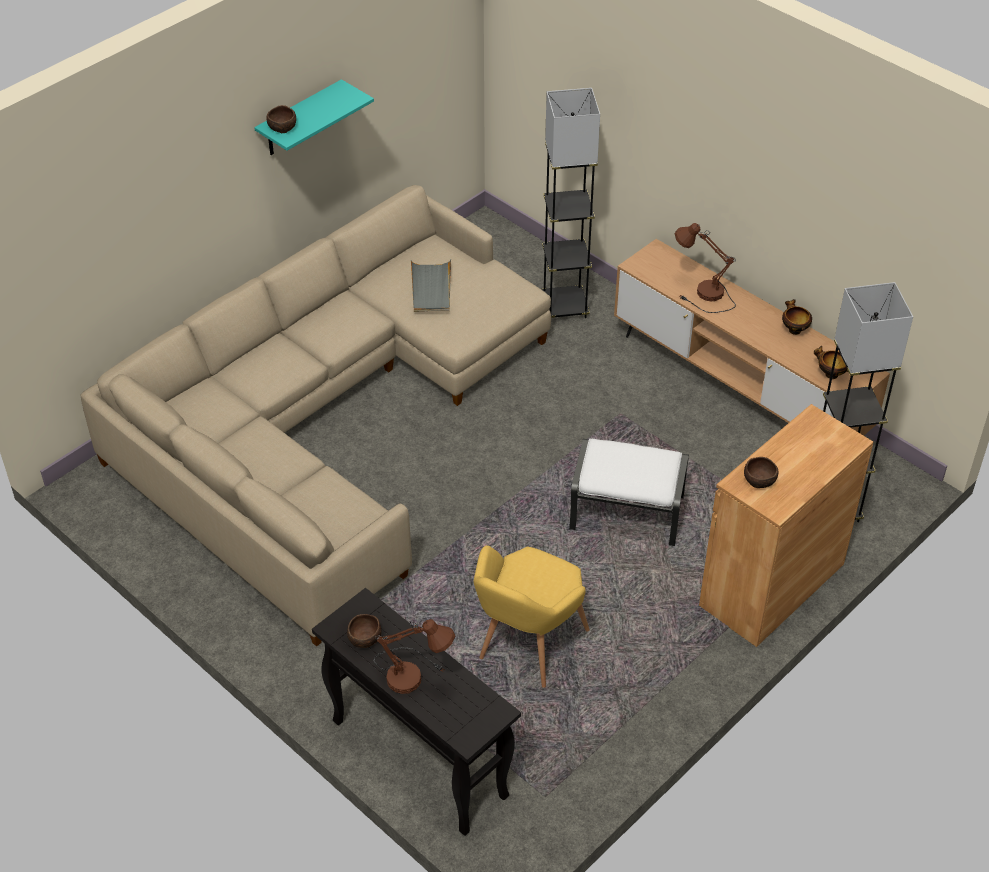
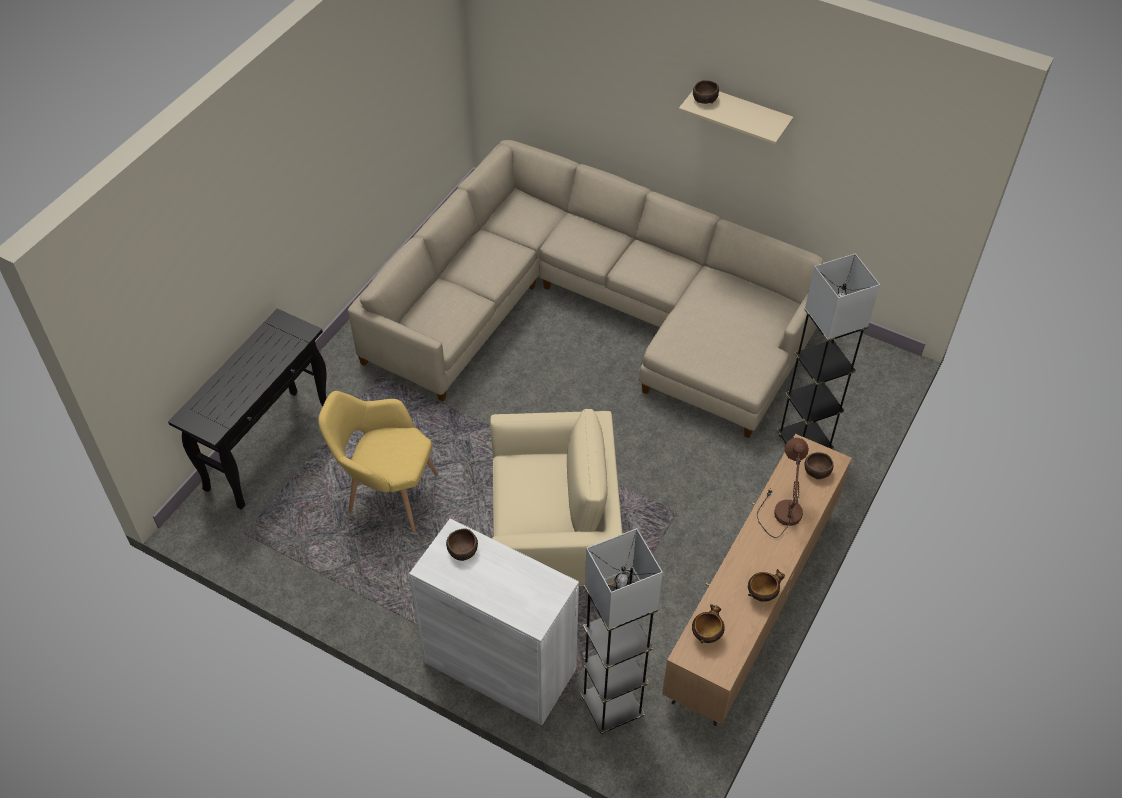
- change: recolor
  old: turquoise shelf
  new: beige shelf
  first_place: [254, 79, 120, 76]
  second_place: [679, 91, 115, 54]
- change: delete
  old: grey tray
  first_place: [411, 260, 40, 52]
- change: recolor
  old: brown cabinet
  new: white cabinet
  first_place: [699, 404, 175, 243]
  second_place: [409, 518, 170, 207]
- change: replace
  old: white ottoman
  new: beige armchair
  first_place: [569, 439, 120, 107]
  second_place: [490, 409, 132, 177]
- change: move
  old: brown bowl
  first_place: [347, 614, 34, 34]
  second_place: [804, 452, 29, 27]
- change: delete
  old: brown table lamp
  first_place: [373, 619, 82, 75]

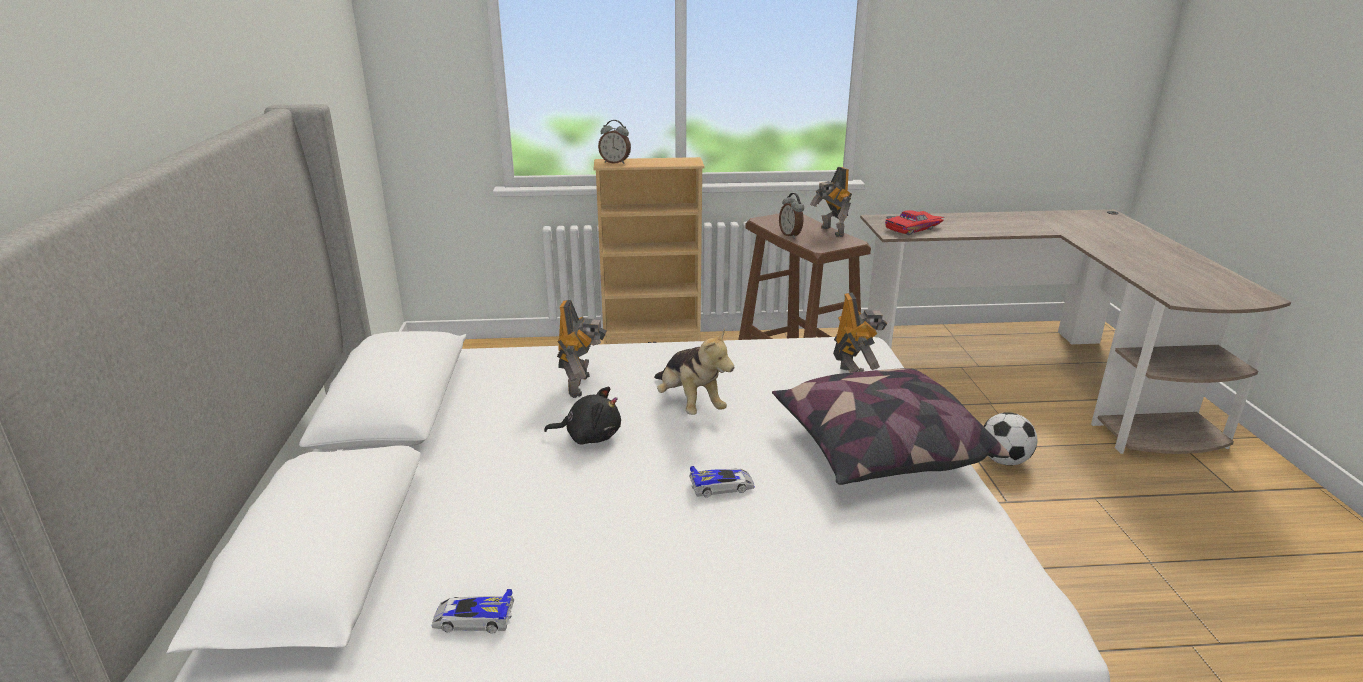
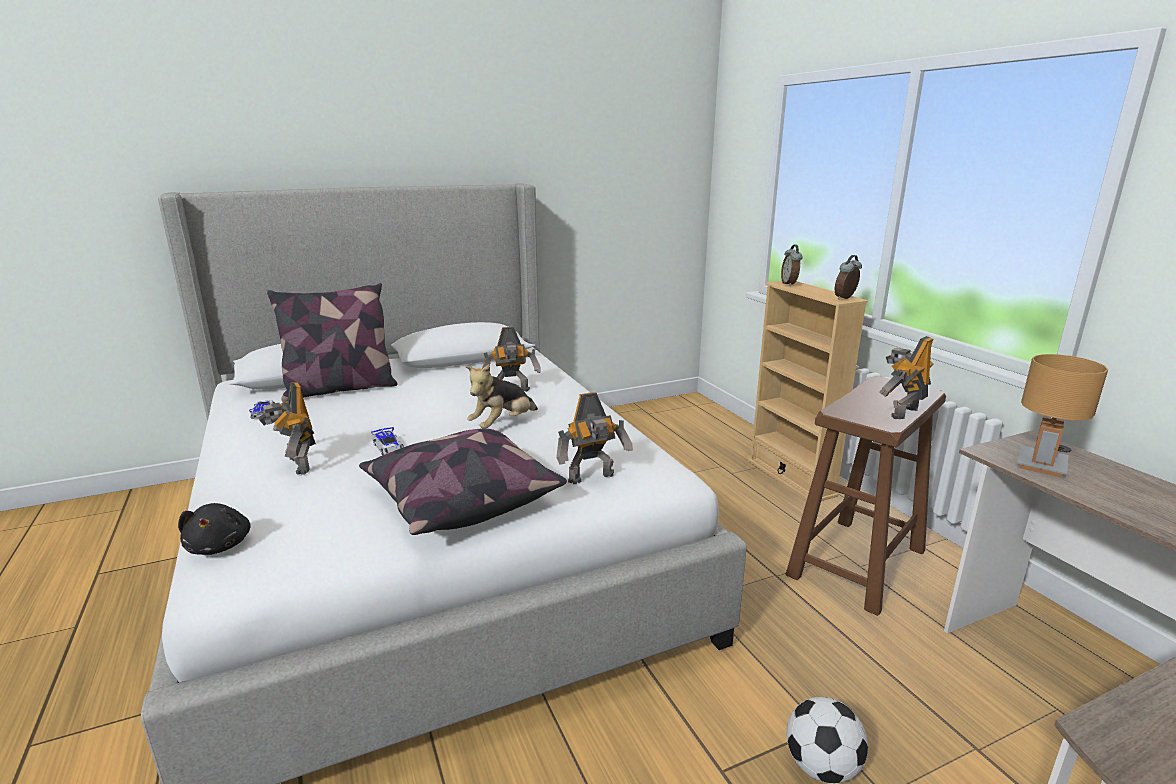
- change: move
  old: alarm clock
  first_place: [779, 193, 25, 46]
  second_place: [835, 255, 27, 45]
- change: replace
  old: red toy car
  new: brown table lamp
  first_place: [885, 210, 59, 25]
  second_place: [1017, 354, 91, 124]
- change: move
  old: black plush toy
  first_place: [544, 387, 77, 58]
  second_place: [178, 503, 73, 52]
- change: insert
  new: pillow
  second_place: [267, 283, 131, 119]
- change: insert
  new: toy robot
  second_place: [258, 383, 58, 92]

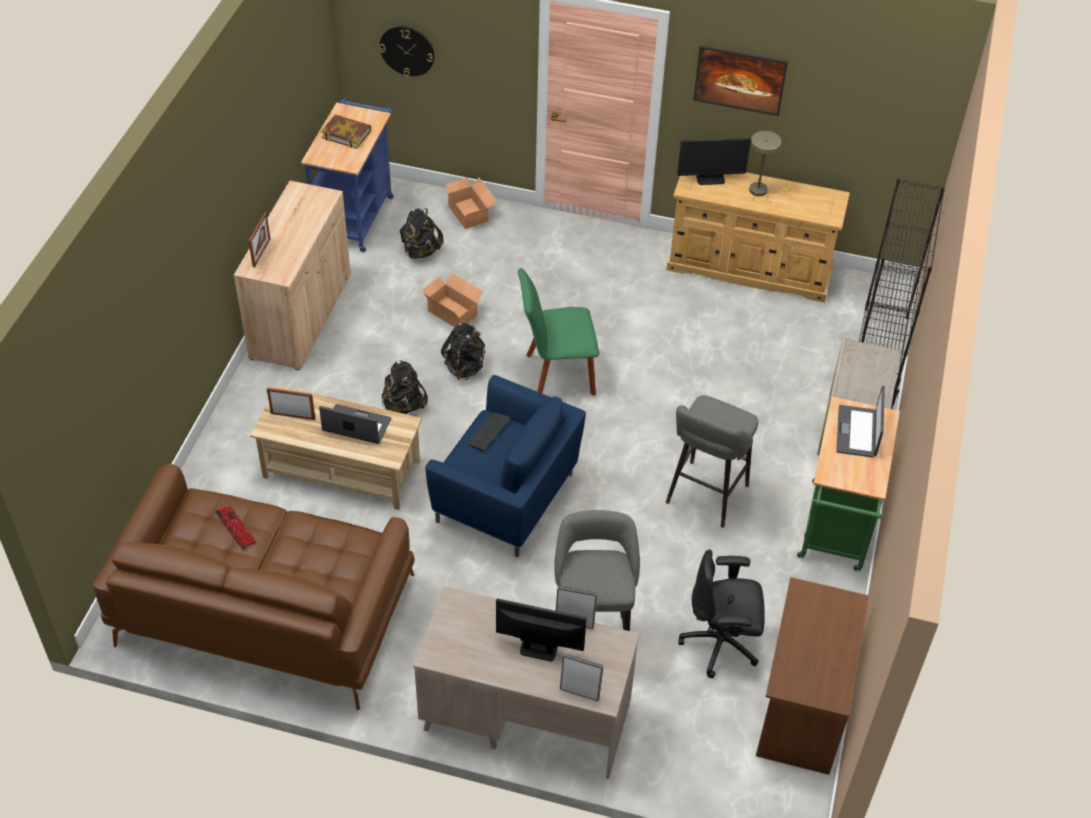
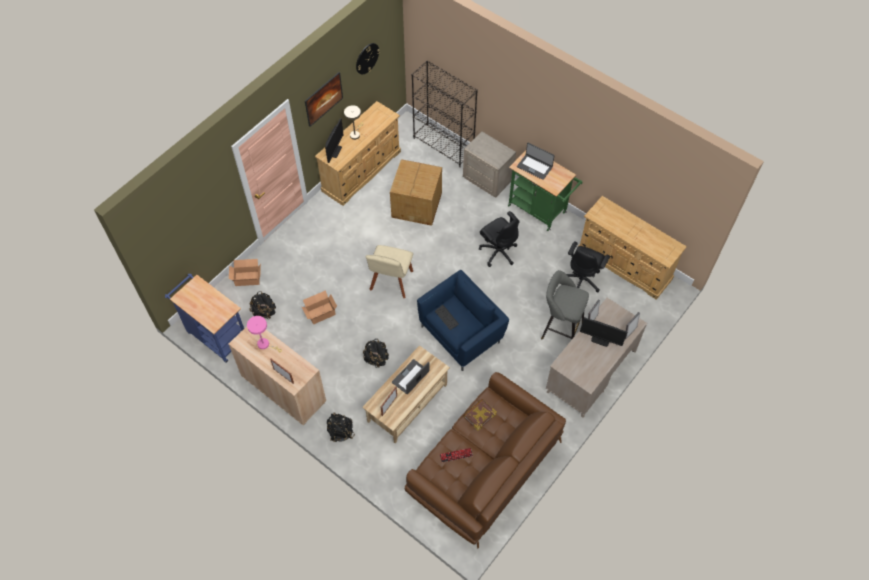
- change: move
  old: wall clock
  first_place: [379, 26, 55, 51]
  second_place: [356, 43, 24, 32]
- change: move
  old: book
  first_place: [321, 115, 50, 34]
  second_place: [463, 399, 34, 32]
- change: recolor
  old: green chair
  new: beige chair
  first_place: [518, 268, 81, 128]
  second_place: [365, 245, 48, 53]
- change: move
  old: black backpack
  first_place: [441, 323, 44, 57]
  second_place: [327, 412, 28, 30]
- change: replace
  old: grey stool
  new: black office chair
  first_place: [666, 395, 92, 133]
  second_place: [479, 211, 41, 56]
- change: replace
  old: brown desk
  new: beige dresser
  first_place: [756, 577, 113, 198]
  second_place: [579, 196, 108, 104]
- change: rotate
  old: monitor
  first_place: [496, 599, 90, 62]
  second_place: [580, 317, 47, 30]
  degrees: -105
- change: insert
  new: cardboard box
  second_place: [390, 159, 52, 67]
- change: insert
  new: pink table lamp
  second_place: [247, 316, 35, 36]

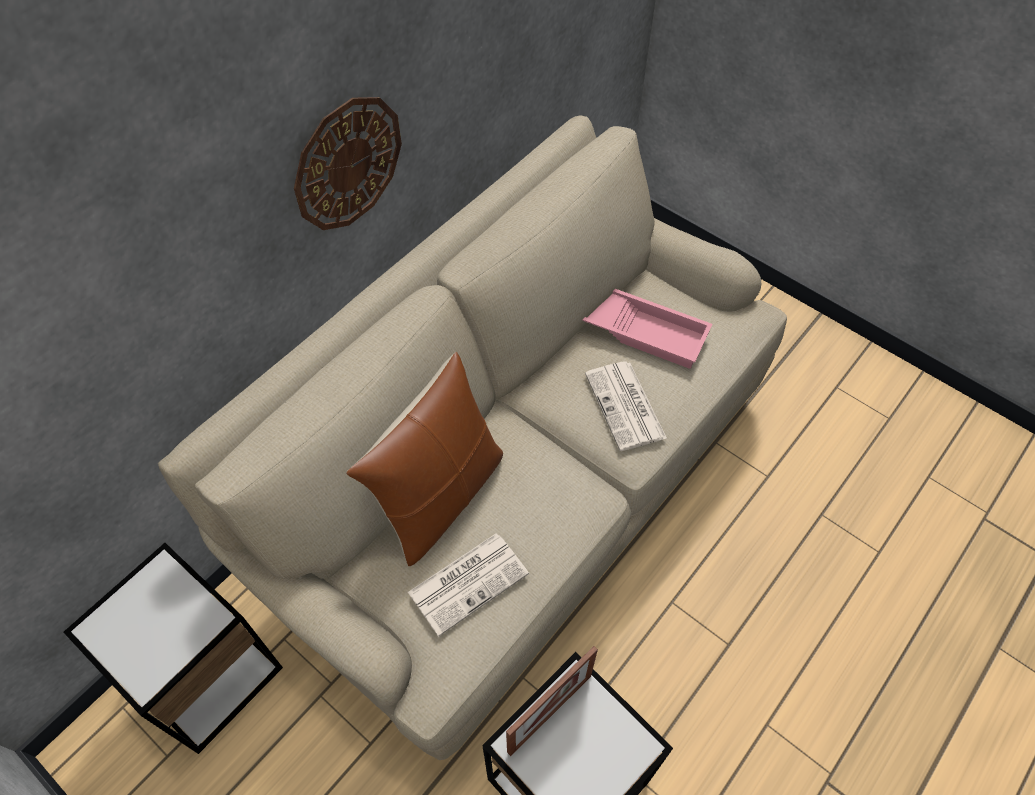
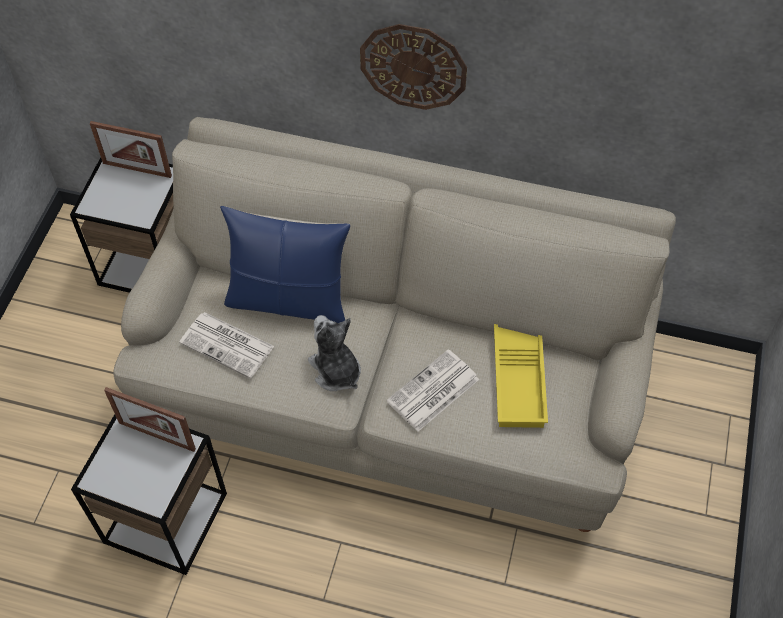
- change: recolor
  old: pink tray
  new: yellow tray
  first_place: [582, 289, 130, 80]
  second_place: [494, 324, 54, 104]
- change: recolor
  old: brown pillow
  new: blue pillow
  first_place: [346, 352, 157, 214]
  second_place: [220, 206, 130, 117]
- change: insert
  new: picture frame
  second_place: [90, 121, 82, 57]
- change: insert
  new: plush toy
  second_place: [308, 315, 53, 76]

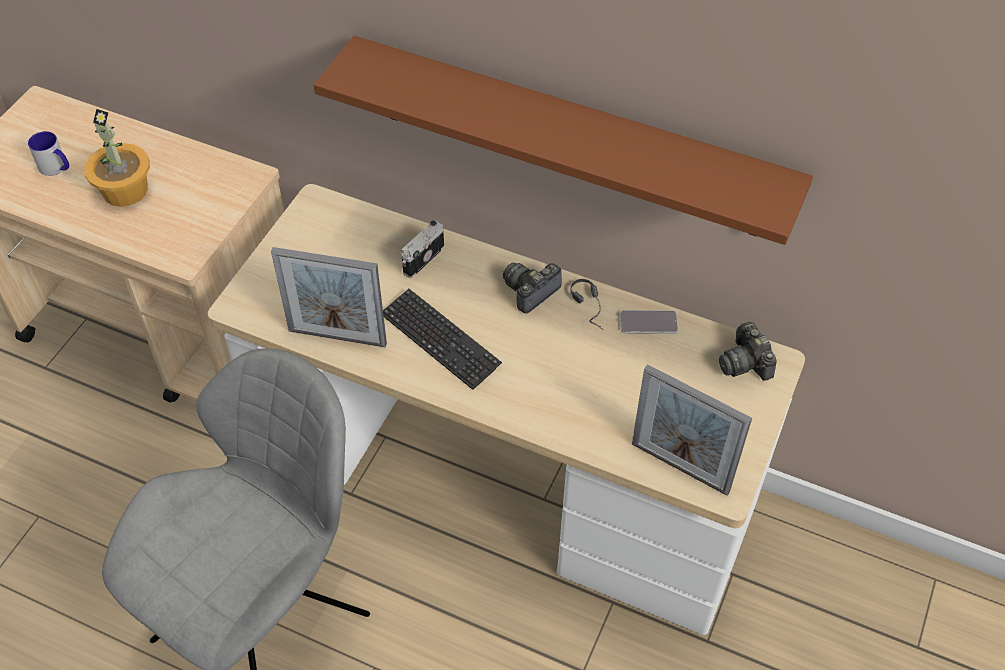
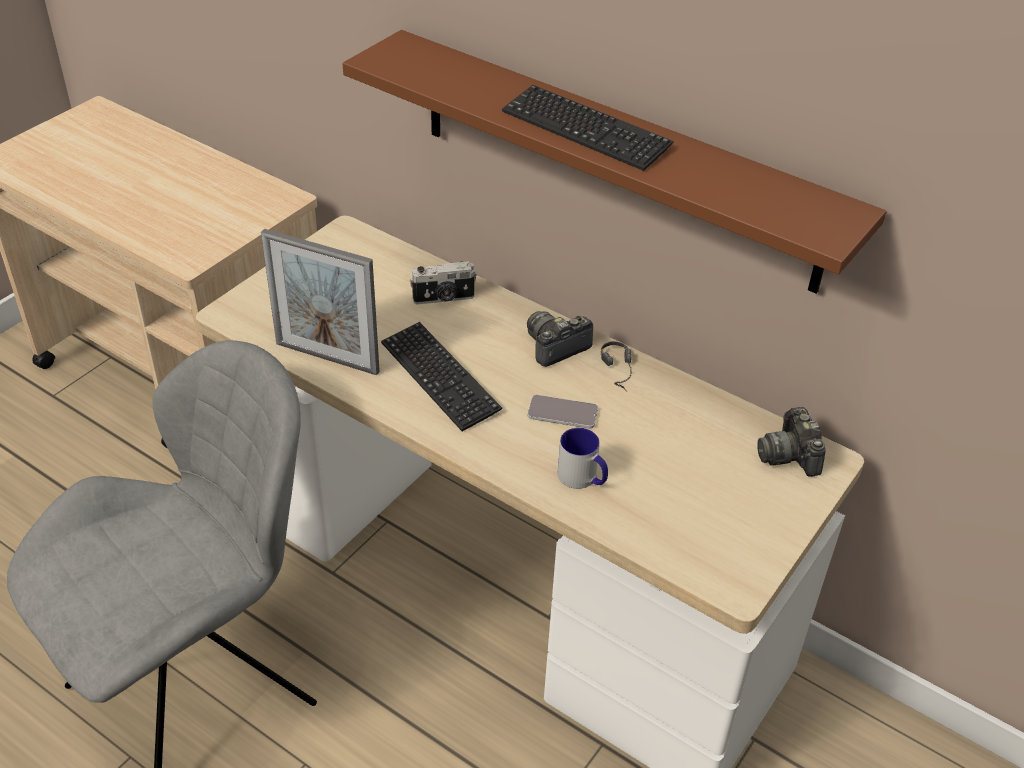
- change: delete
  old: potted plant
  first_place: [84, 109, 66, 98]
- change: move
  old: mug
  first_place: [28, 131, 41, 45]
  second_place: [558, 428, 50, 61]
- change: rotate
  old: photo camera
  first_place: [401, 220, 43, 58]
  second_place: [410, 261, 67, 43]
  degrees: -150
- change: move
  old: phone
  first_place: [620, 310, 58, 24]
  second_place: [528, 395, 70, 33]
- change: delete
  old: picture frame
  first_place: [632, 364, 120, 132]
- change: insert
  new: keyboard
  second_place: [502, 85, 171, 86]

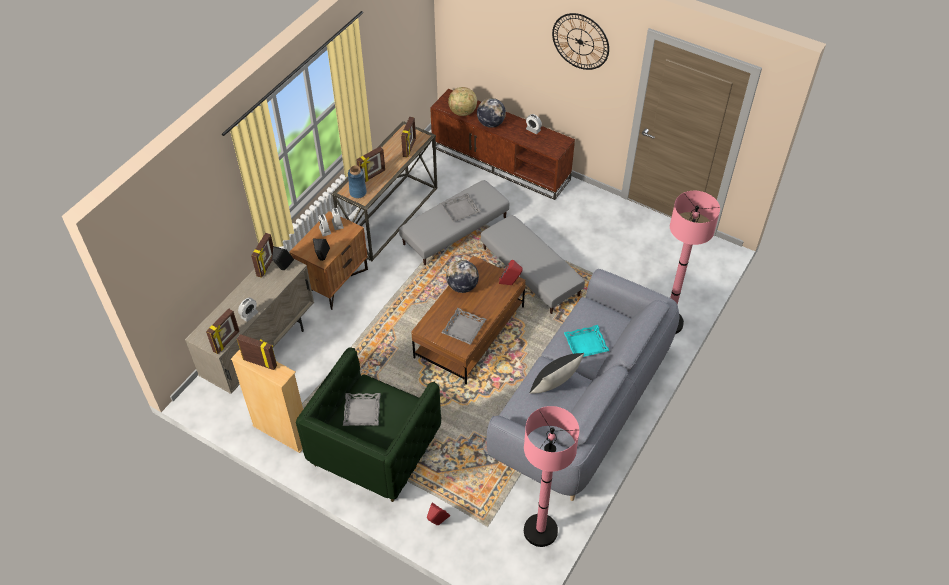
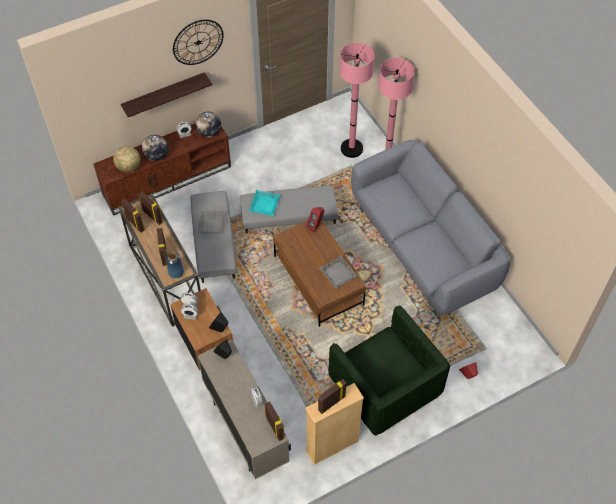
- change: move
  old: picture frame
  first_place: [251, 233, 22, 45]
  second_place: [121, 199, 24, 34]
- change: move
  old: globe
  first_place: [446, 260, 33, 33]
  second_place: [195, 112, 26, 26]
- change: move
  old: turquoise tray
  first_place: [564, 325, 45, 32]
  second_place: [249, 190, 31, 26]
- change: delete
  old: black pillow
  first_place: [530, 353, 54, 41]
- change: delete
  old: grey tray
  first_place: [343, 393, 38, 33]
- change: move
  old: pink floor lamp
  first_place: [524, 406, 55, 141]
  second_place: [340, 43, 35, 115]
- change: insert
  new: shelf
  second_place: [121, 72, 91, 45]

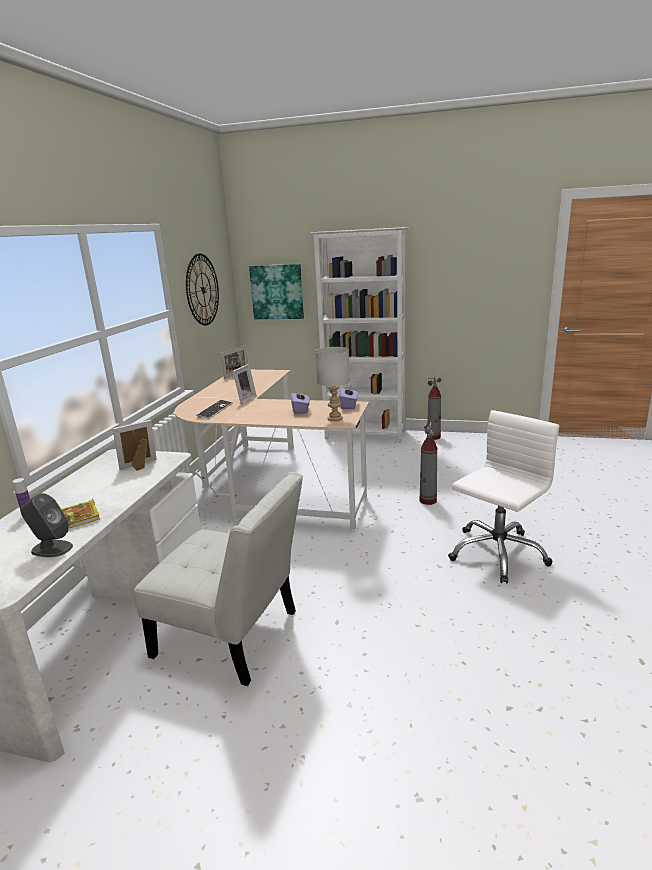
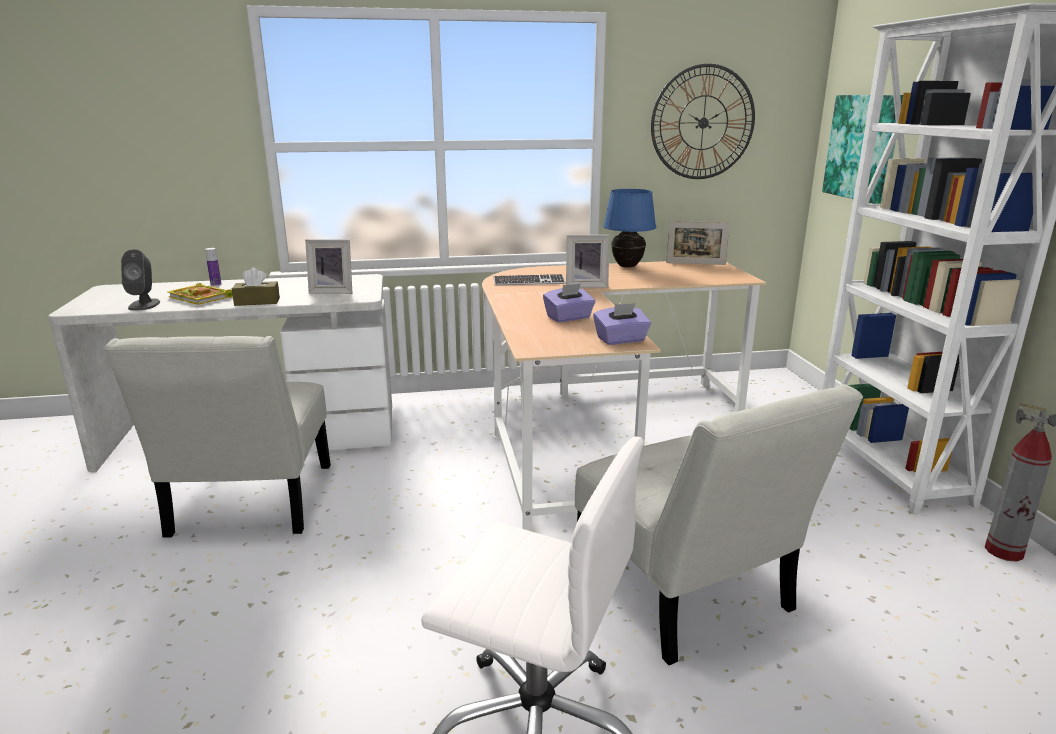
- change: delete
  old: grey table lamp
  first_place: [315, 347, 35, 74]
- change: rotate
  old: picture frame
  first_place: [113, 420, 44, 51]
  second_place: [305, 240, 48, 54]
  degrees: 150
- change: replace
  old: fire extinguisher
  new: white chair
  first_place: [420, 422, 17, 83]
  second_place: [575, 384, 288, 281]
- change: insert
  new: blue table lamp
  second_place: [603, 189, 53, 79]
- change: insert
  new: brown tissue box
  second_place: [232, 267, 48, 39]

